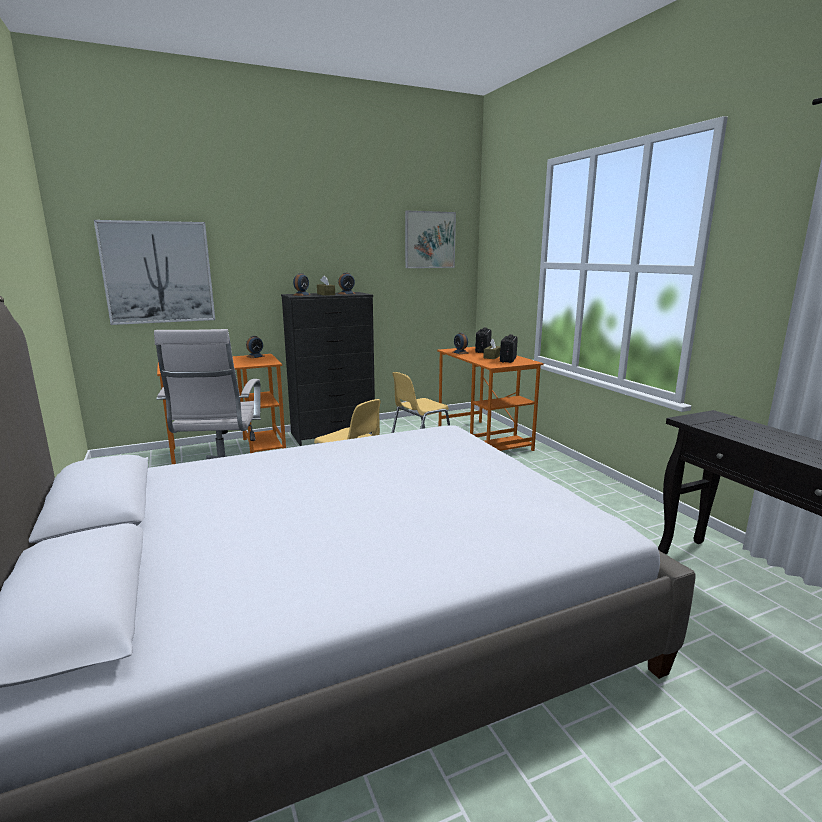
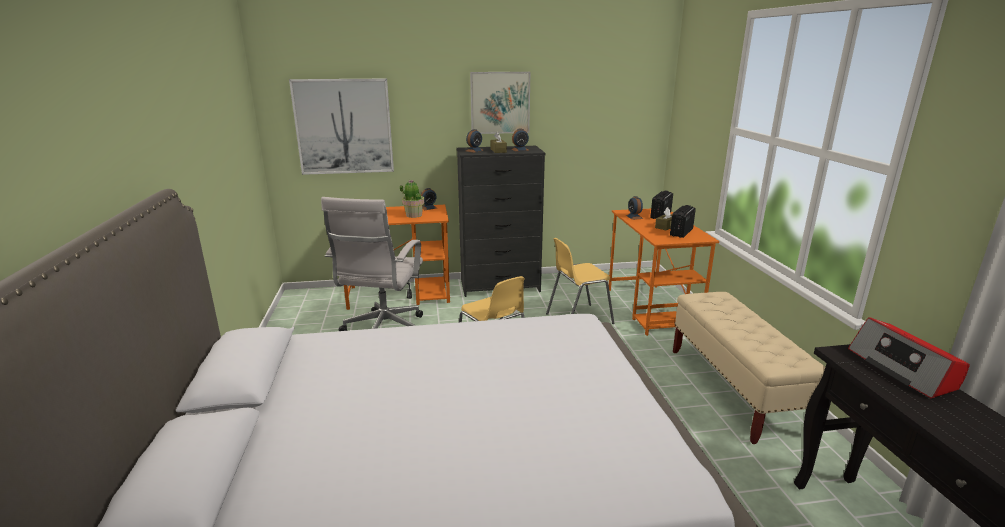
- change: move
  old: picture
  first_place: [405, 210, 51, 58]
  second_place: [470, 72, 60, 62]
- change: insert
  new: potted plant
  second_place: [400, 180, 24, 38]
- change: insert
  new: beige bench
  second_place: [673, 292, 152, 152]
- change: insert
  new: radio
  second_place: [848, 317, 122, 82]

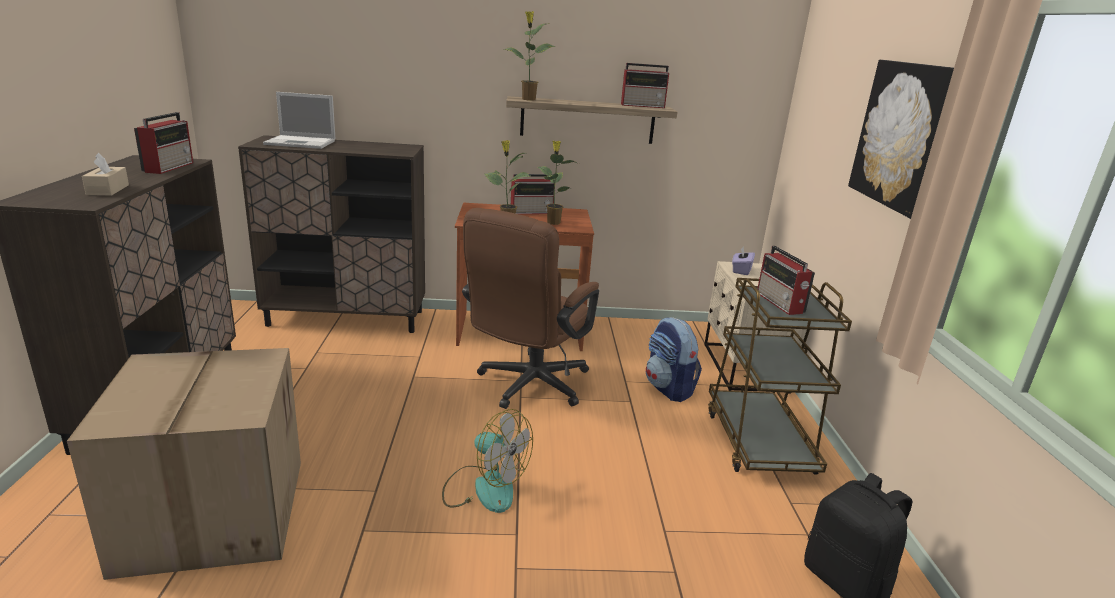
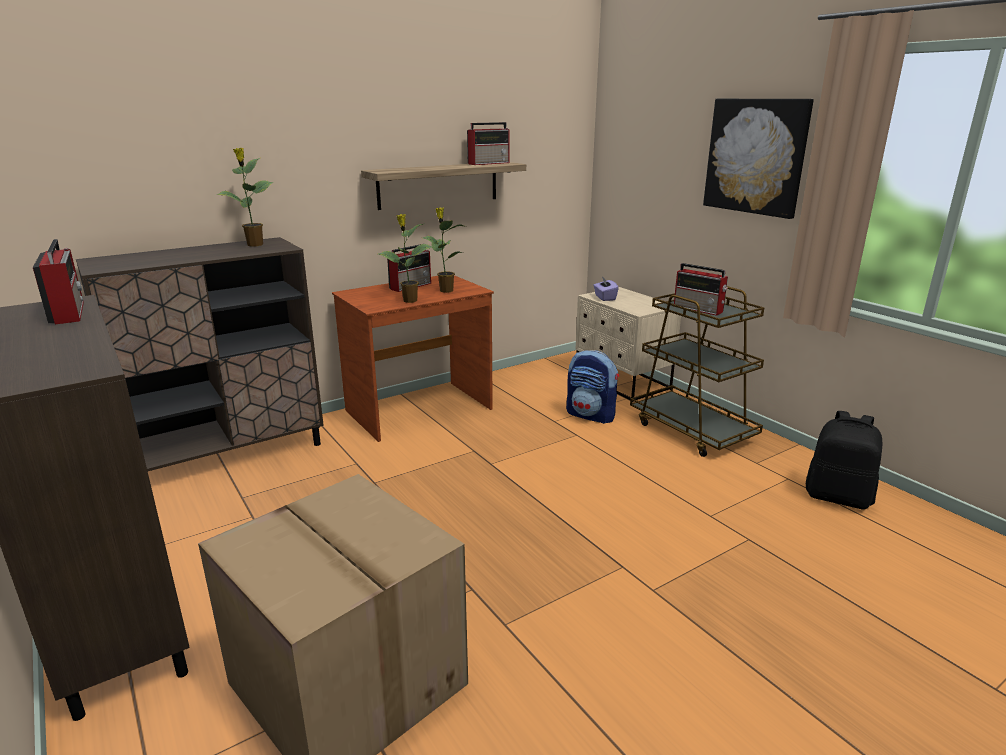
- change: move
  old: potted plant
  first_place: [504, 11, 52, 90]
  second_place: [216, 148, 58, 98]
- change: delete
  old: laptop
  first_place: [263, 92, 72, 57]
- change: delete
  old: beige tissue box
  first_place: [82, 153, 47, 43]
- change: delete
  old: brown office chair
  first_place: [462, 208, 137, 201]
- change: delete
  old: fan
  first_place: [442, 409, 91, 104]

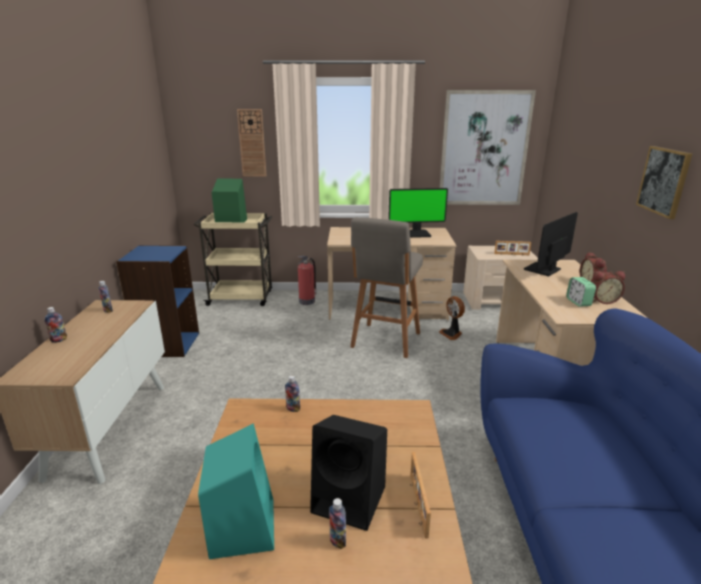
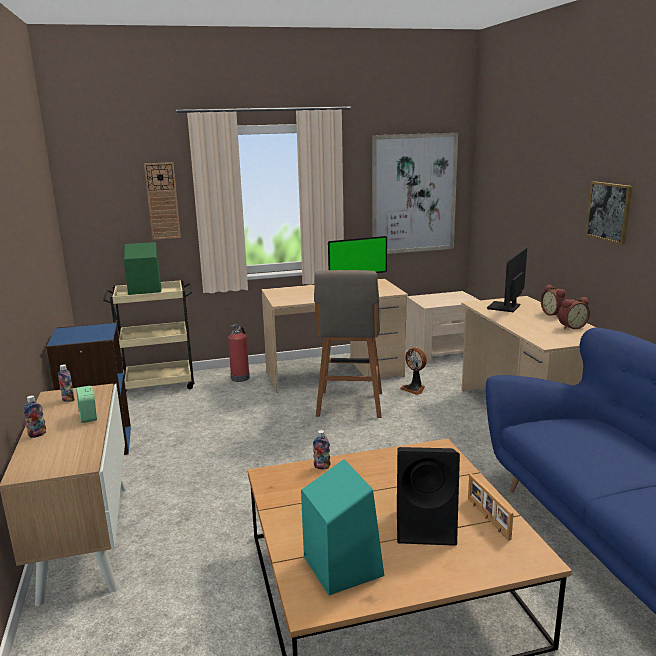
- change: delete
  old: picture frame
  first_place: [494, 241, 37, 14]
- change: move
  old: alarm clock
  first_place: [566, 277, 30, 30]
  second_place: [76, 386, 21, 37]
- change: delete
  old: bottle
  first_place: [329, 498, 17, 51]

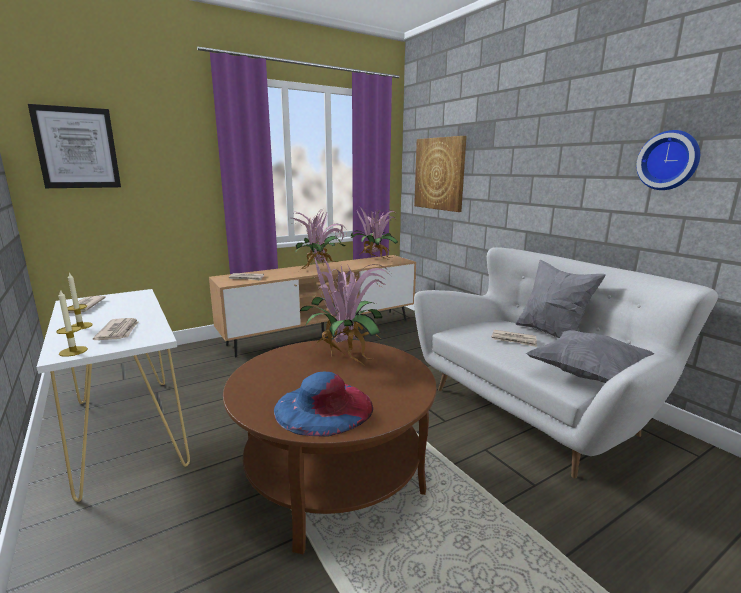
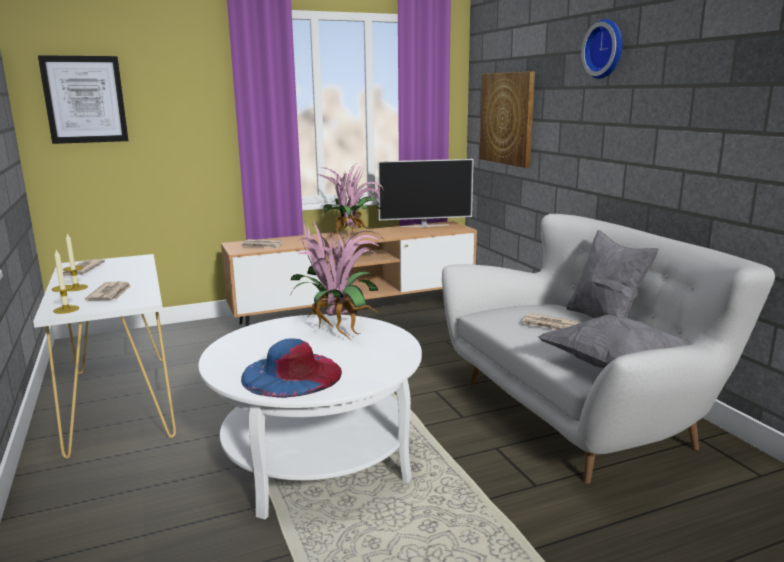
- change: move
  old: wall clock
  first_place: [636, 130, 64, 60]
  second_place: [581, 19, 41, 60]
- change: replace
  old: potted plant
  new: television
  first_place: [351, 207, 47, 54]
  second_place: [378, 159, 95, 68]
- change: recolor
  old: brown coffee table
  new: white coffee table
  first_place: [223, 339, 213, 215]
  second_place: [198, 314, 224, 206]

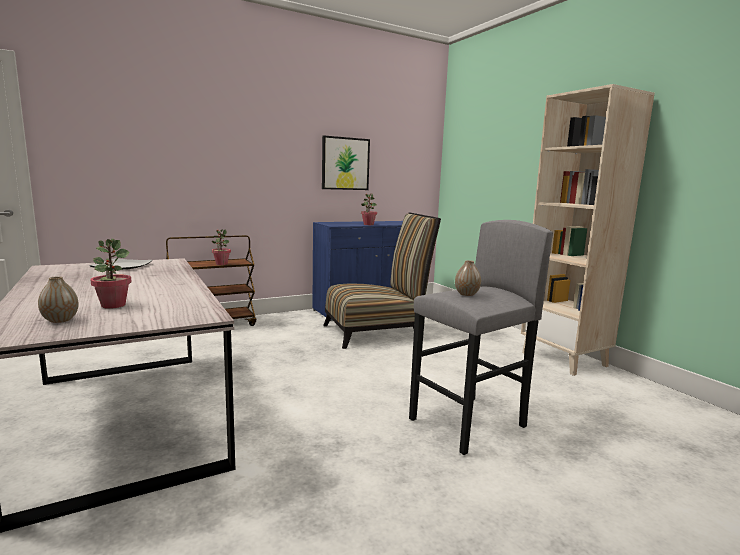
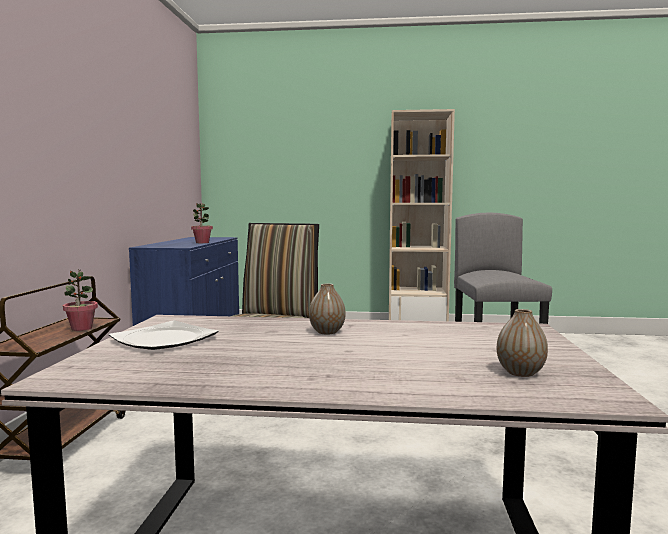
- change: delete
  old: picture
  first_place: [322, 136, 48, 54]
- change: delete
  old: potted plant
  first_place: [90, 239, 42, 70]
- change: move
  old: vase
  first_place: [455, 260, 26, 36]
  second_place: [309, 284, 37, 50]

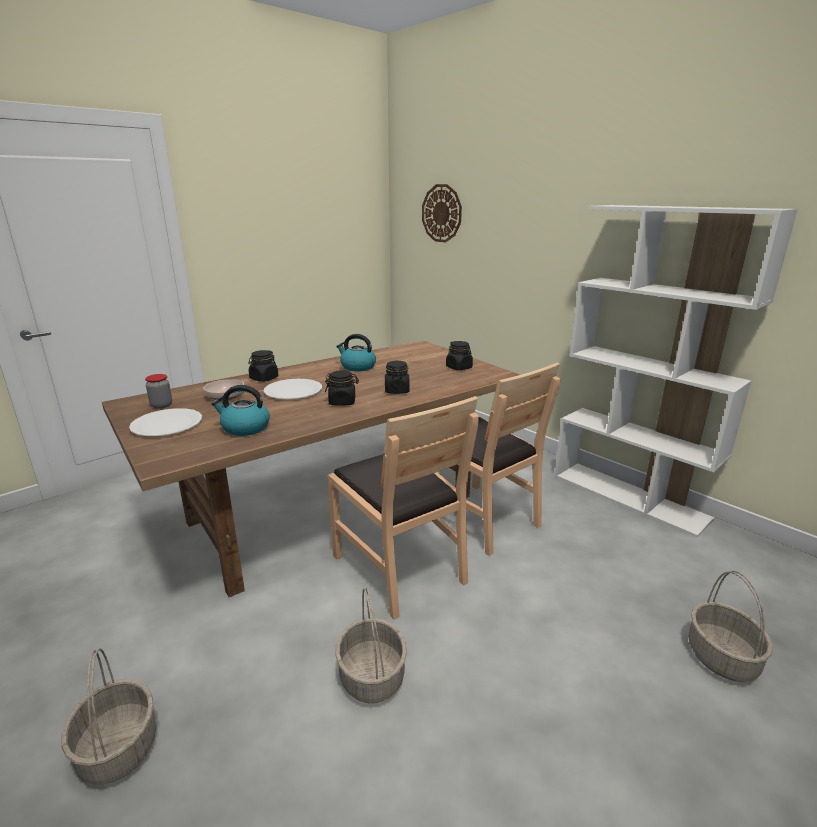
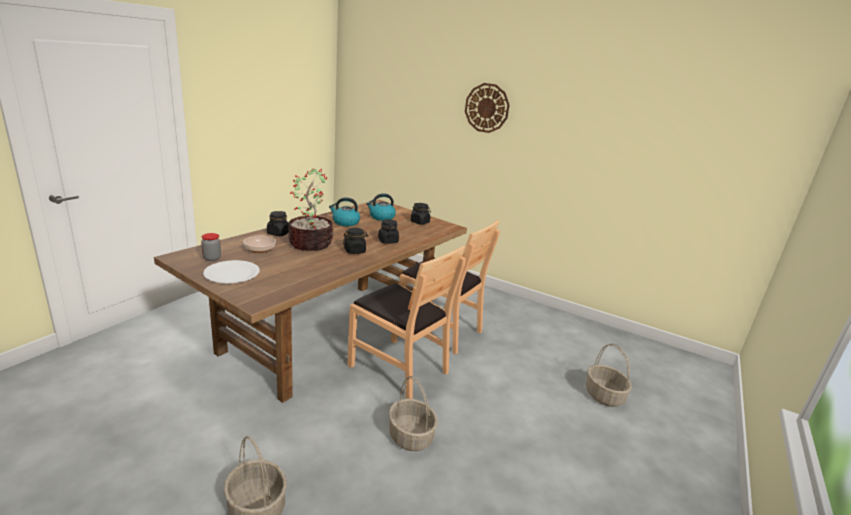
- change: move
  old: wall clock
  first_place: [422, 184, 40, 58]
  second_place: [465, 83, 45, 50]
- change: delete
  old: white bookcase
  first_place: [554, 205, 244, 333]
- change: replace
  old: white plate
  new: potted plant
  first_place: [264, 379, 58, 20]
  second_place: [288, 169, 45, 82]
- change: move
  old: kettle
  first_place: [212, 385, 58, 51]
  second_place: [366, 193, 30, 28]

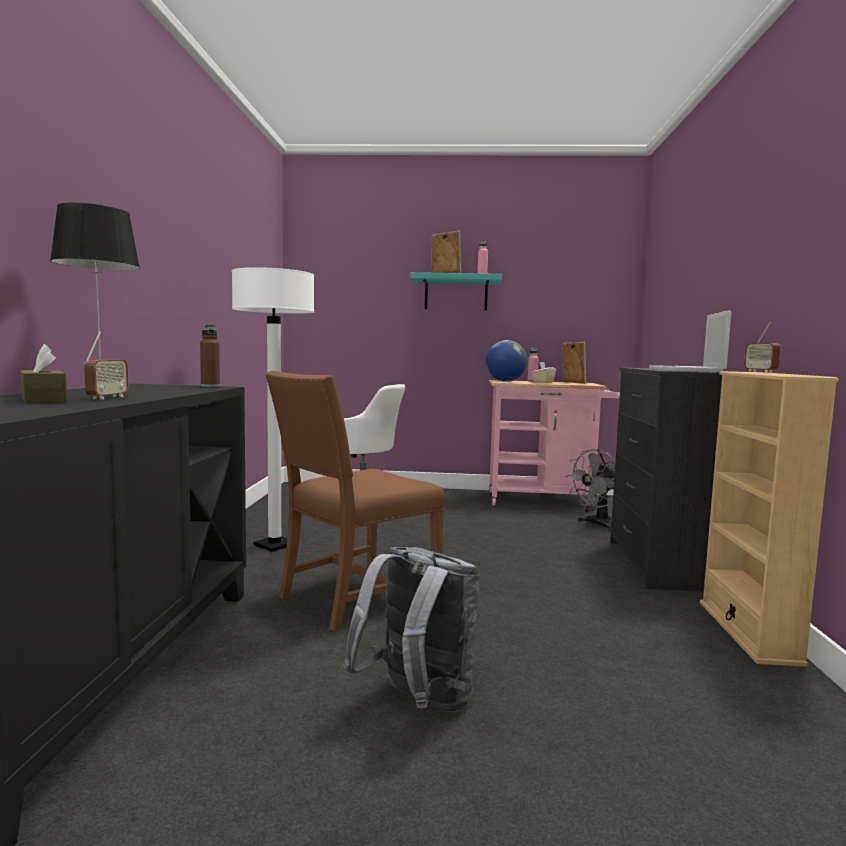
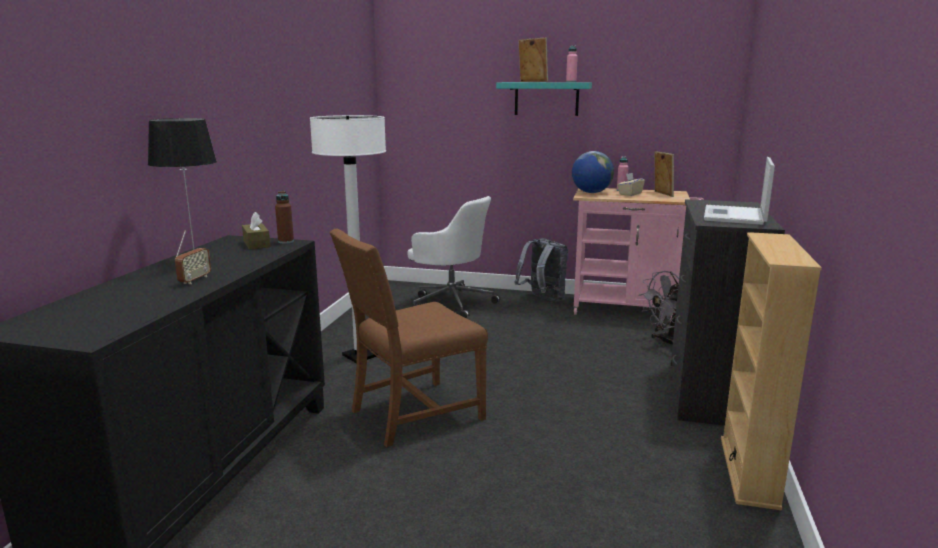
- change: delete
  old: radio
  first_place: [744, 322, 37, 51]
- change: move
  old: brown tissue box
  first_place: [20, 344, 47, 59]
  second_place: [242, 212, 28, 38]
- change: move
  old: grey backpack
  first_place: [343, 547, 137, 165]
  second_place: [514, 238, 54, 63]

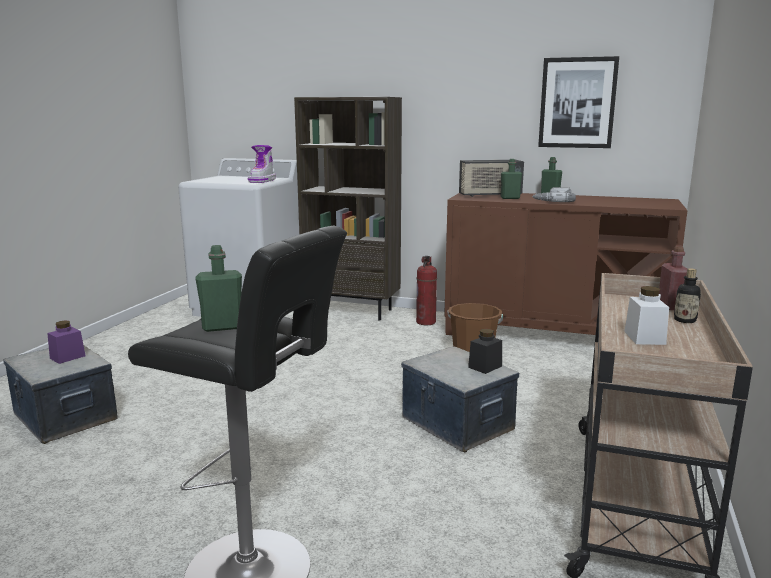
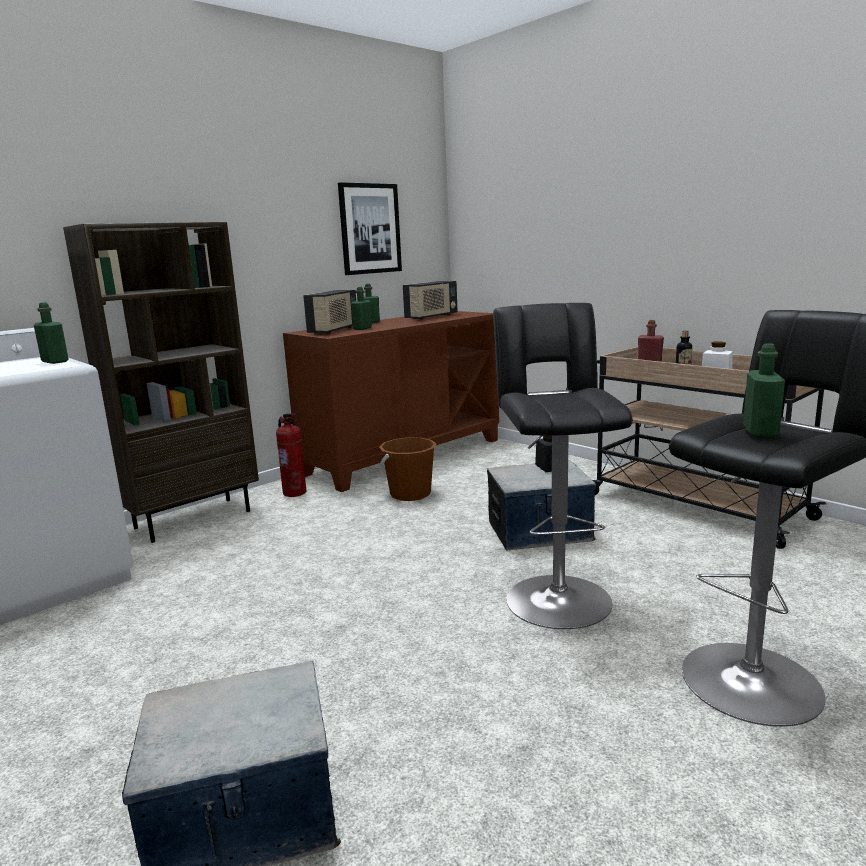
- change: replace
  old: boot
  new: green bottle
  first_place: [248, 145, 28, 38]
  second_place: [34, 302, 35, 62]
- change: delete
  old: power drill
  first_place: [532, 187, 44, 15]
- change: delete
  old: purple jar
  first_place: [47, 320, 39, 44]
- change: insert
  new: radio
  second_place: [403, 281, 55, 39]
- change: insert
  new: black stool
  second_place: [493, 303, 140, 326]

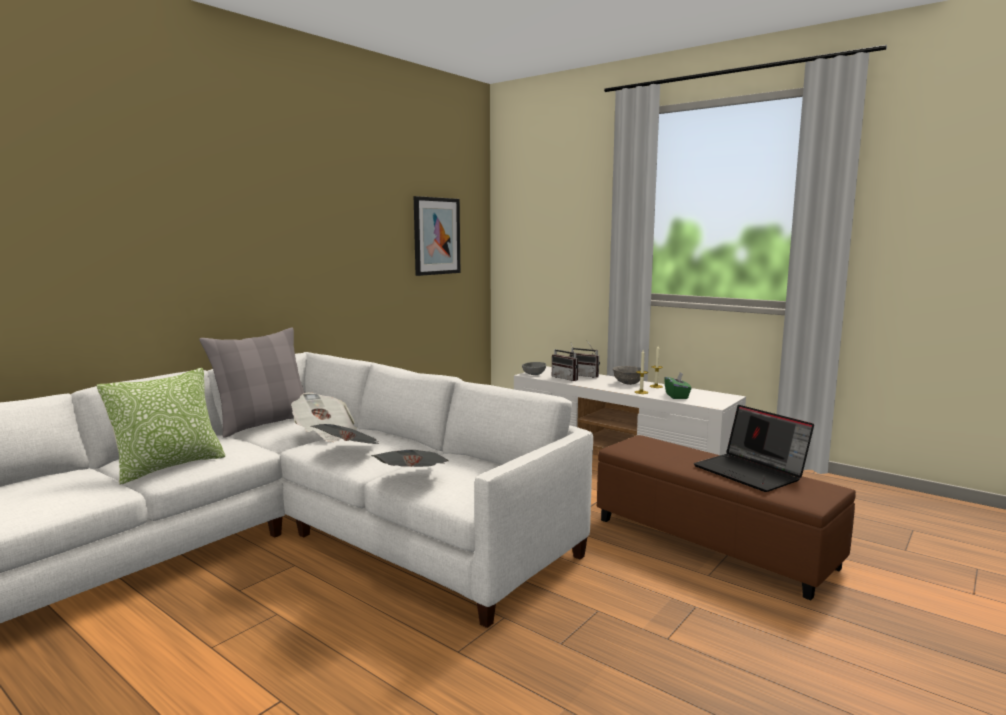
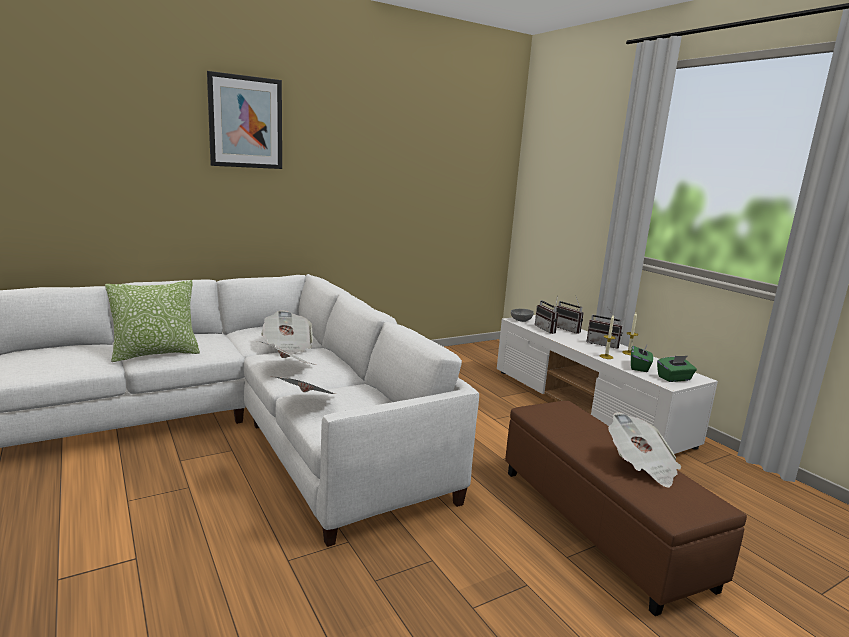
- change: move
  old: picture
  first_place: [414, 196, 46, 80]
  second_place: [207, 71, 75, 98]
- change: delete
  old: grey pillow
  first_place: [199, 327, 106, 111]
- change: replace
  old: grey bowl
  new: radio
  first_place: [613, 366, 28, 19]
  second_place: [586, 308, 36, 41]
- change: replace
  old: laptop
  new: newspaper
  first_place: [694, 405, 120, 87]
  second_place: [608, 412, 73, 76]
- change: insert
  new: green tissue box
  second_place: [657, 356, 40, 26]

